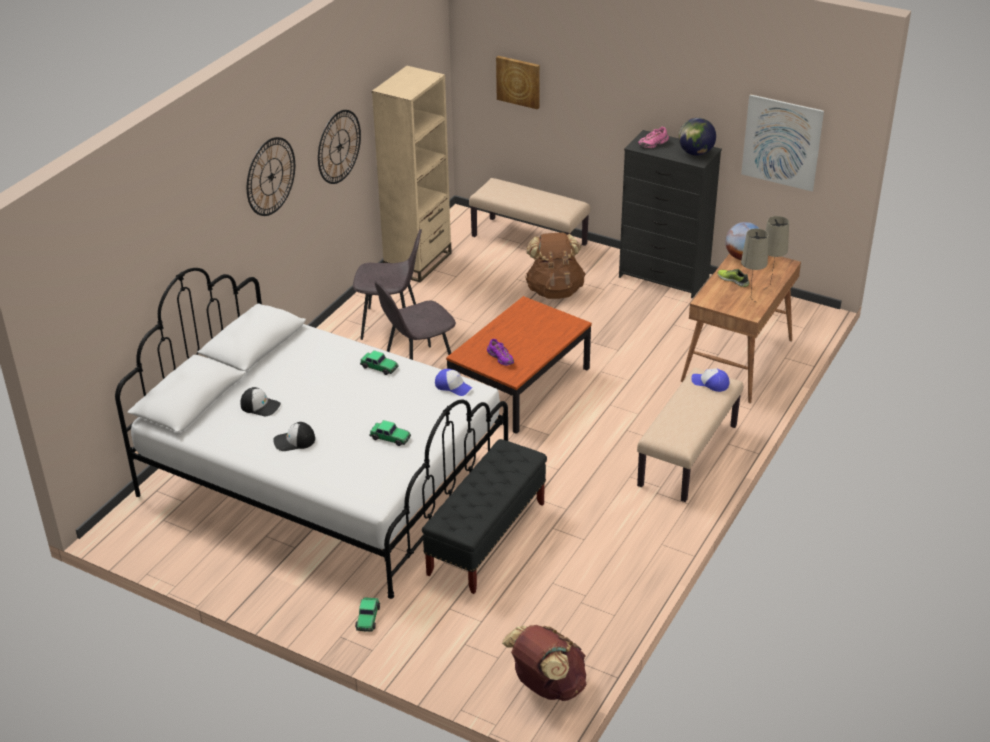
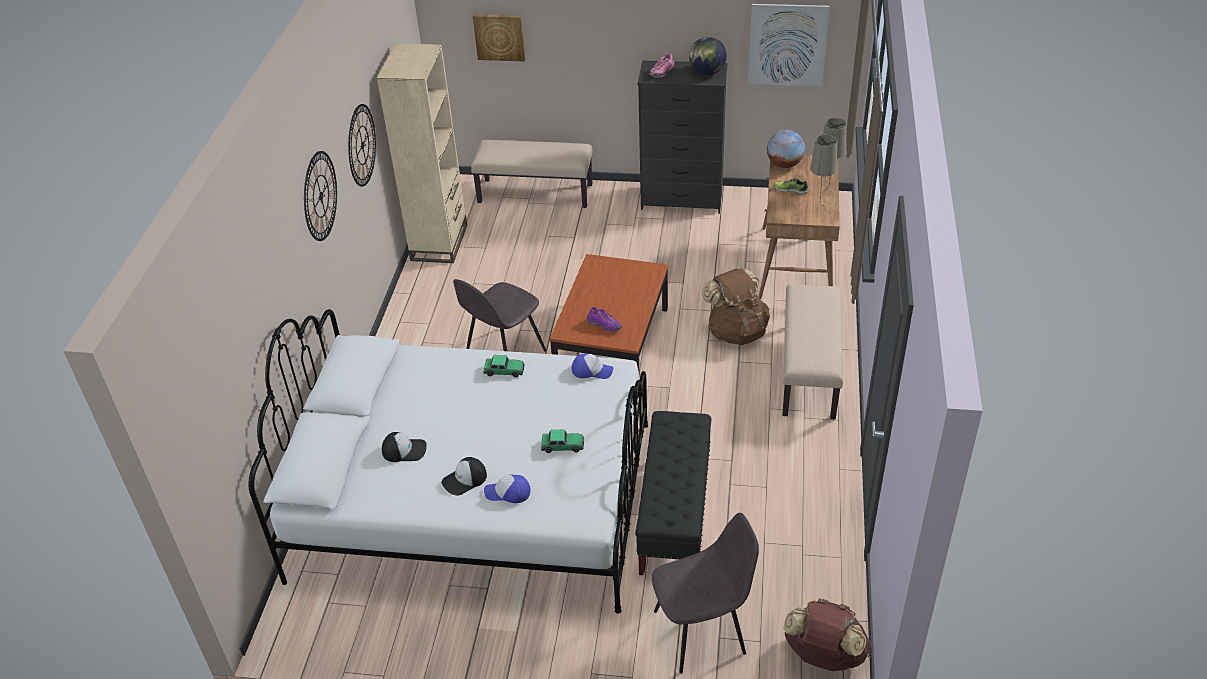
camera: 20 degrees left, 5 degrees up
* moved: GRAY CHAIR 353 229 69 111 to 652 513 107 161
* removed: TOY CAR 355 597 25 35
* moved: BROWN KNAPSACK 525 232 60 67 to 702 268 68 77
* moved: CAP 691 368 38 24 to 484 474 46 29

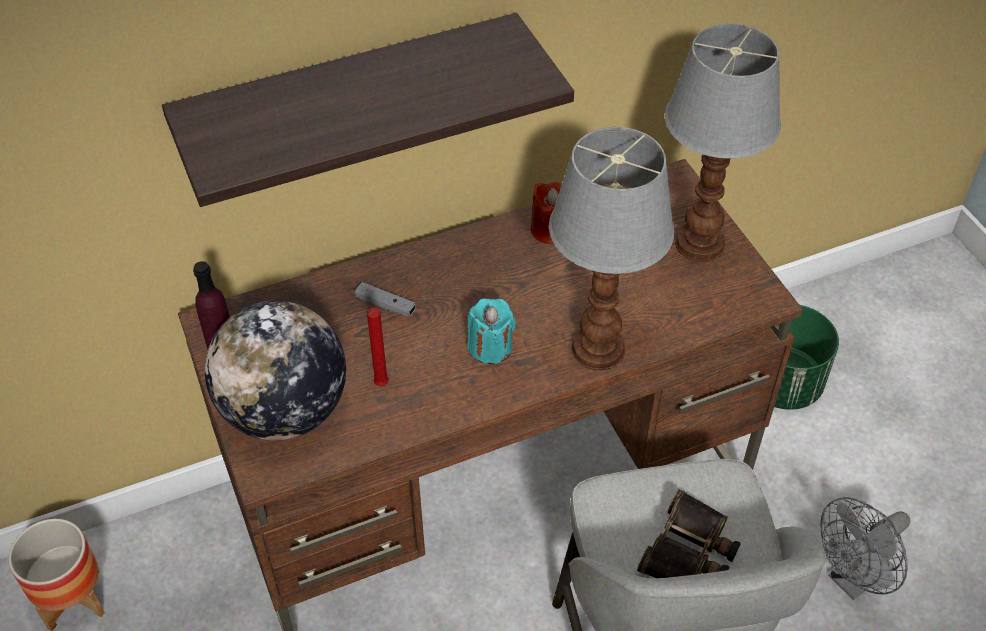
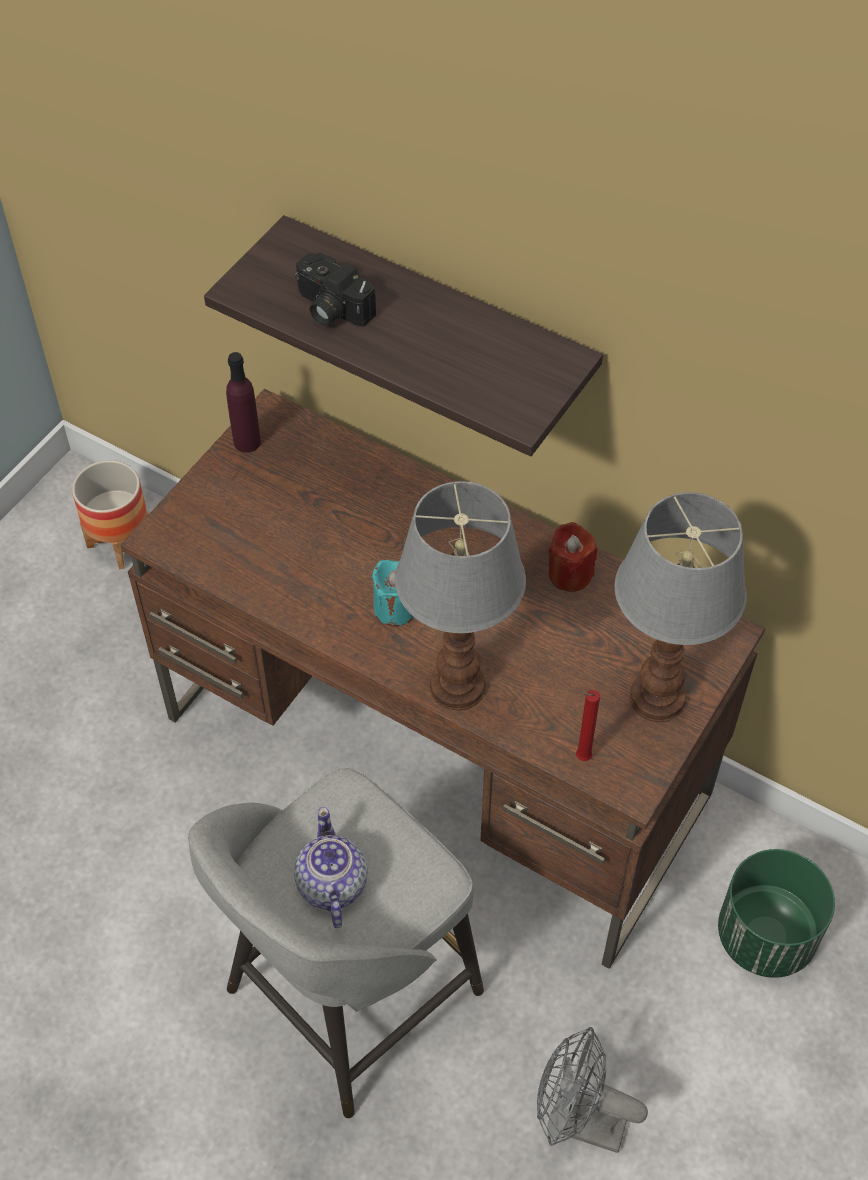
camera: 55 degrees right, 5 degrees up
* removed: DESK GLOBE 205 301 141 139
* removed: GRAY JOYPAD 355 282 61 35
* moved: RED WAX LIGHT 367 308 22 78 to 576 690 24 71
* replaced: PAIR OF BINOCULARS 637 489 104 89 to TEAPOT 294 807 74 121
* added: PHOTO CAMERA 294 253 82 74

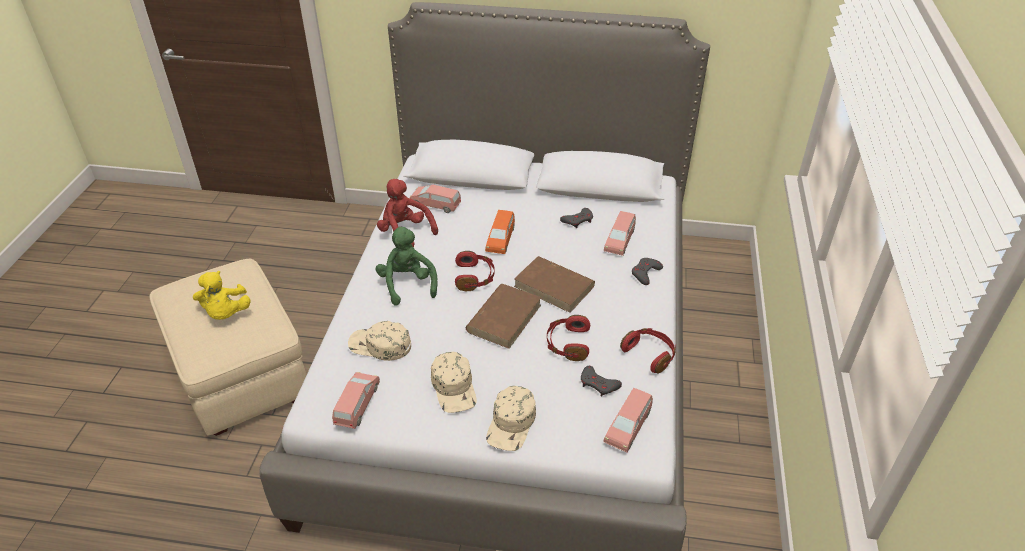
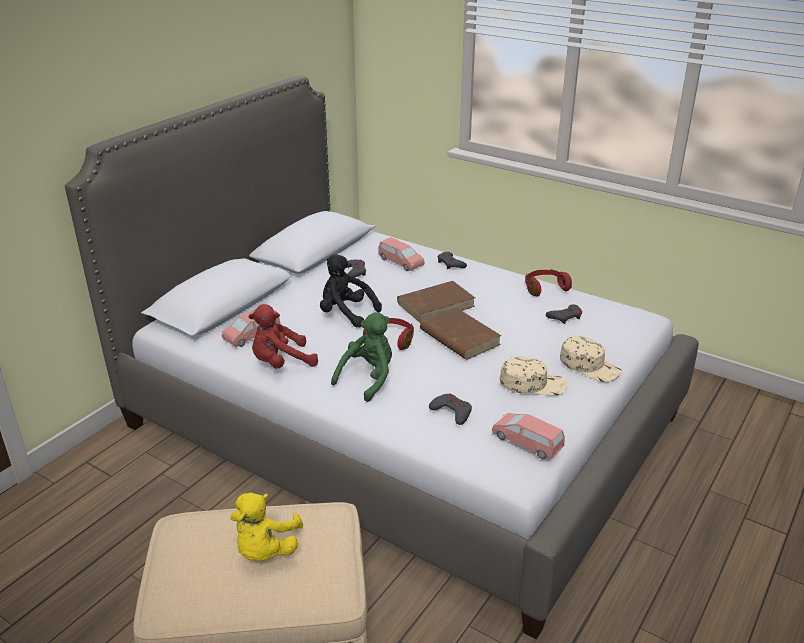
camera: 65 degrees left, 10 degrees down
* turned: YELLOW CUDDLY TOY 193 271 58 49 = 230 492 73 69 90 degrees clockwise
* replaced: BEIGE CAP 348 321 63 40 to GRAY JOYPAD 429 393 43 32
* turned: GREEN-COLOURED CUDDLY TOY 376 227 62 79 = 331 312 61 90 120 degrees clockwise
* replaced: ORANGE-COLOURED TOY CAR 485 210 30 44 to BLACK CUDDLY TOY 320 254 62 74
* removed: RED HEADSET 547 315 43 46
* removed: PINK TOY CAR 604 388 49 64

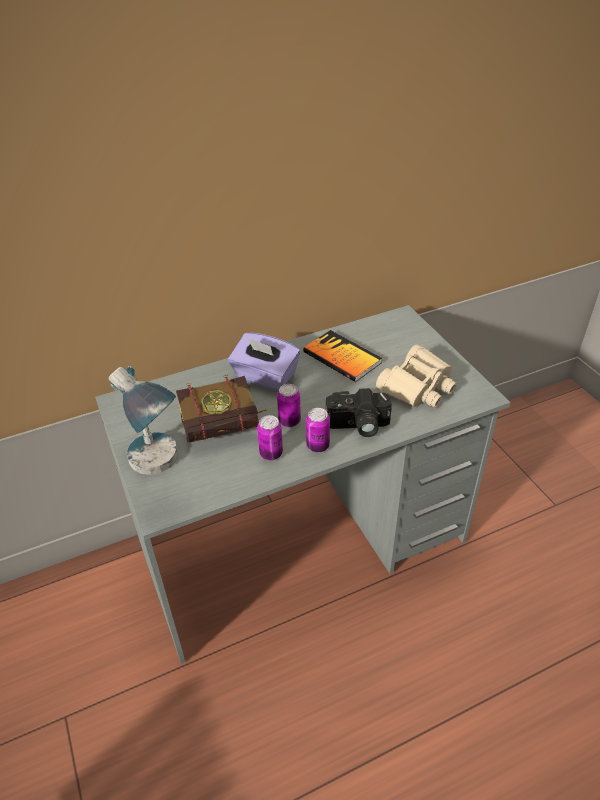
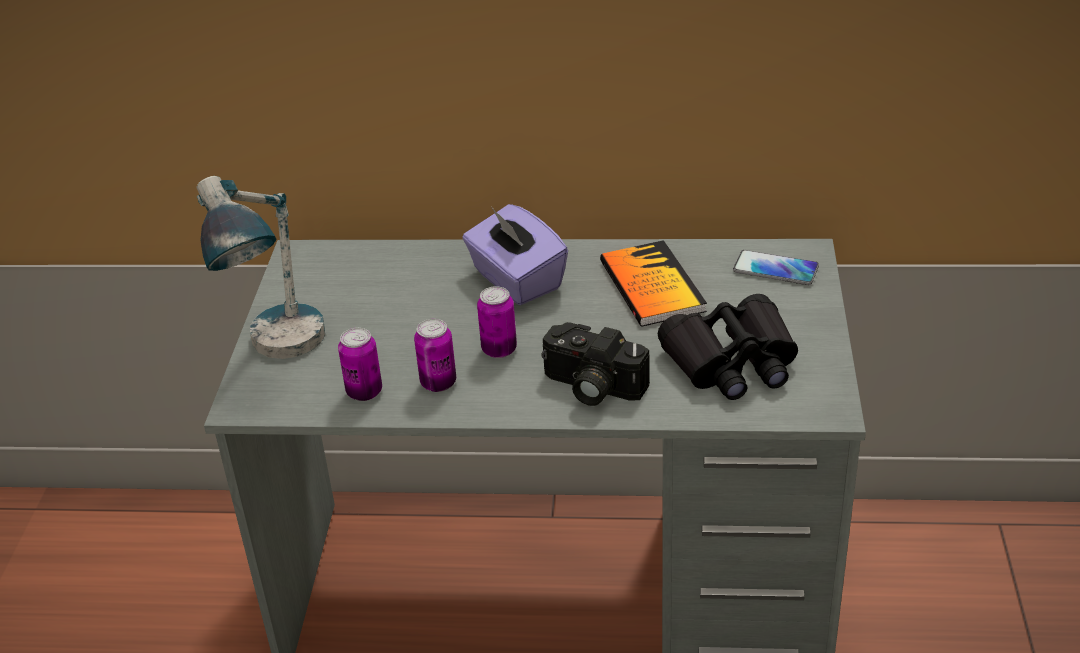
camera: 30 degrees right, 5 degrees down
* removed: BOUND BOOK 176 375 92 68
* moved: SEALED CAN 306 408 24 44 to 338 328 44 73
* recoloured: BEIGE PAIR OF BINOCULARS 376 345 81 63 to BLACK PAIR OF BINOCULARS 658 294 140 106
* added: TELEPHONE 733 250 86 35

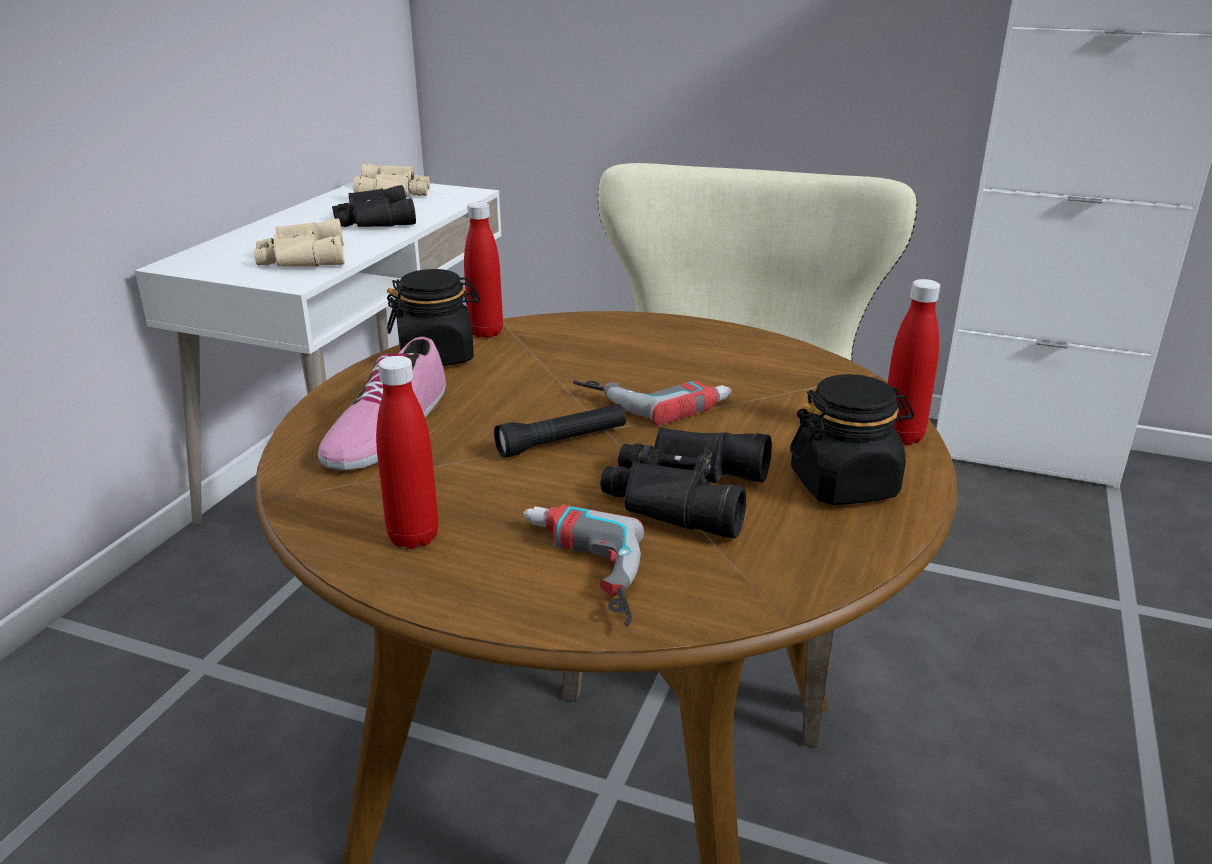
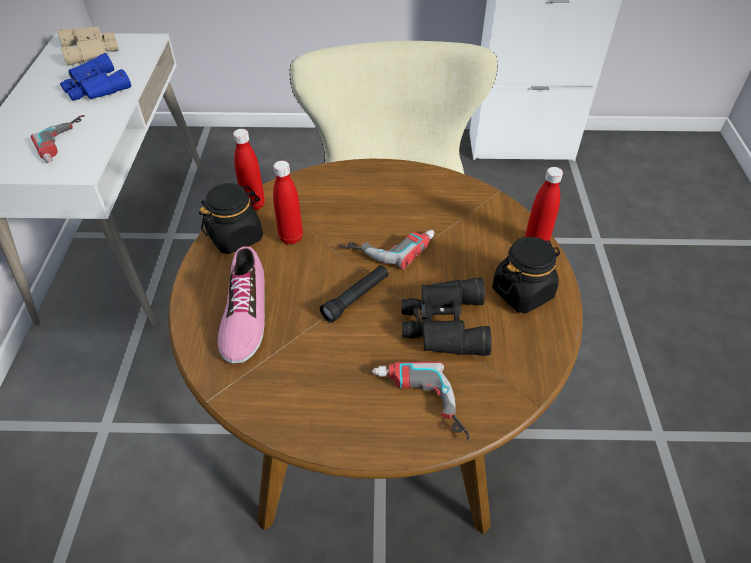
camera: 20 degrees left, 20 degrees up
* replaced: BEIGE PAIR OF BINOCULARS 254 218 91 49 to DRILL 31 115 54 48
* recoloured: BLACK PAIR OF BINOCULARS 332 185 84 42 to BLUE-COLOURED PAIR OF BINOCULARS 60 53 71 48
* moved: RED BEVERAGE BOTTLE 376 356 63 193 to 273 161 30 83

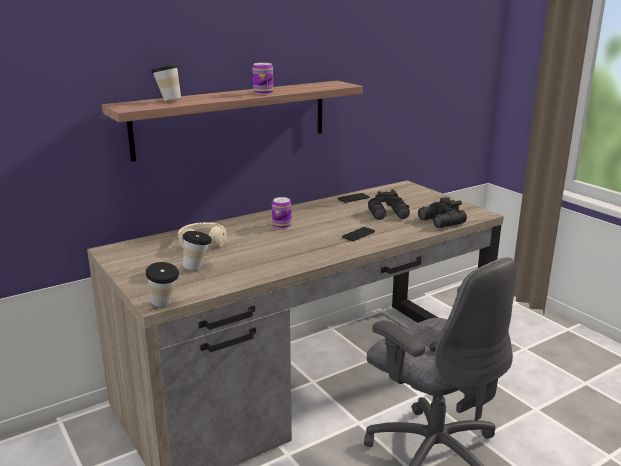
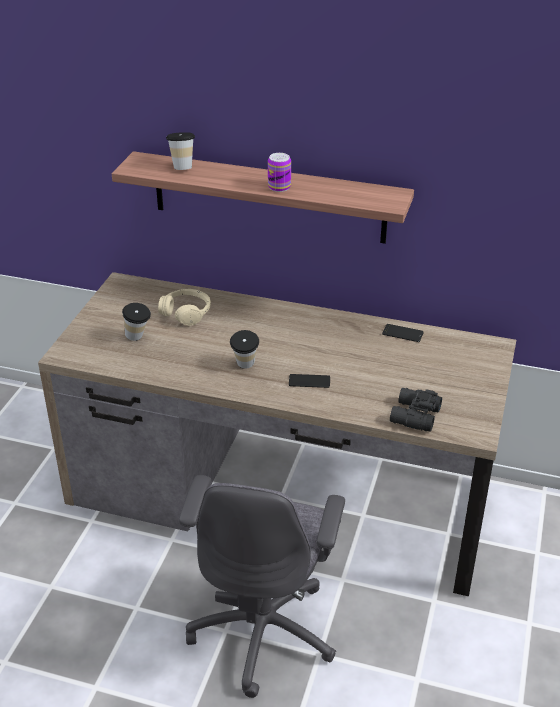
camera: 50 degrees right, 15 degrees up
* moved: SMALL CUP 145 262 34 45 to 230 330 29 39
* removed: SEALED CAN 272 197 20 32
* removed: BLACK PAIR OF BINOCULARS 368 189 42 31

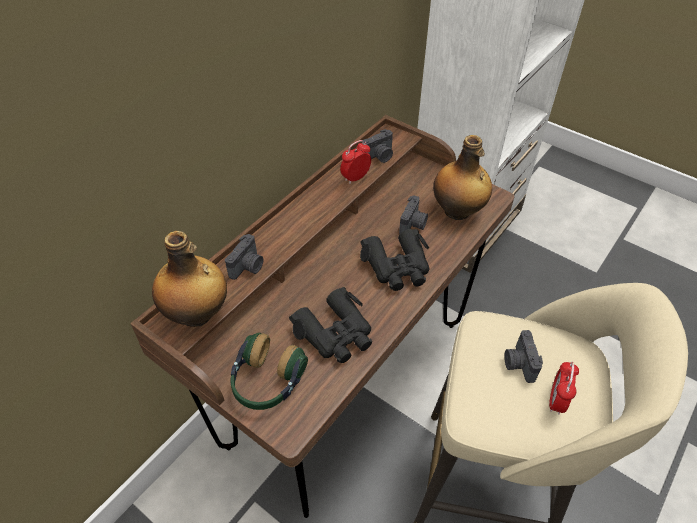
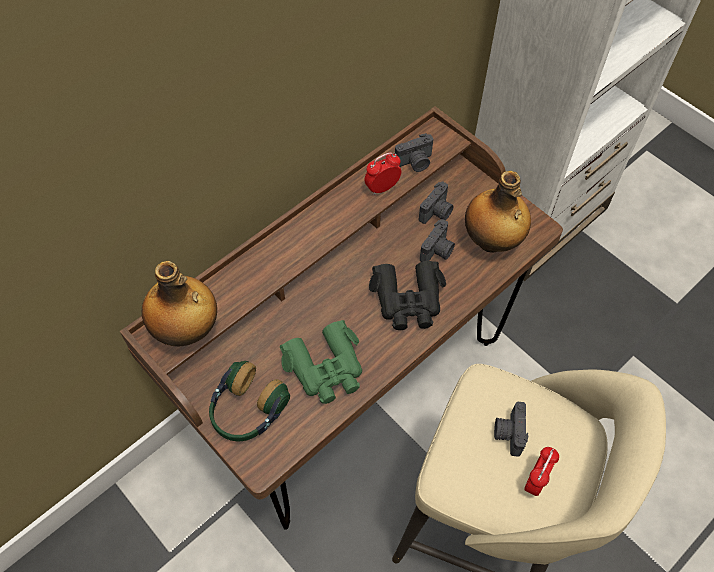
camera: 10 degrees right, 10 degrees up
* moved: PHOTO CAMERA 225 234 38 46 to 419 181 35 43
* recoloured: BLACK PAIR OF BINOCULARS 289 287 83 76 to GREEN-COLOURED PAIR OF BINOCULARS 280 320 82 84

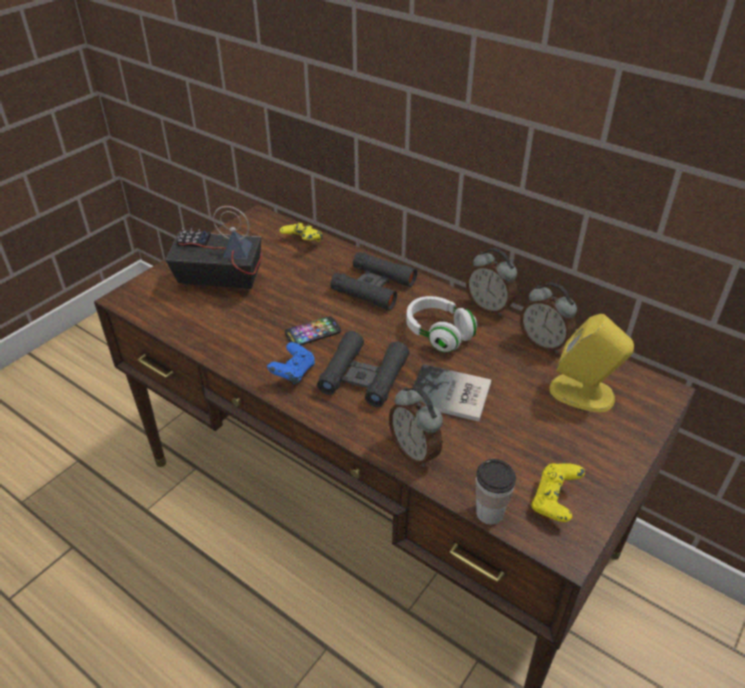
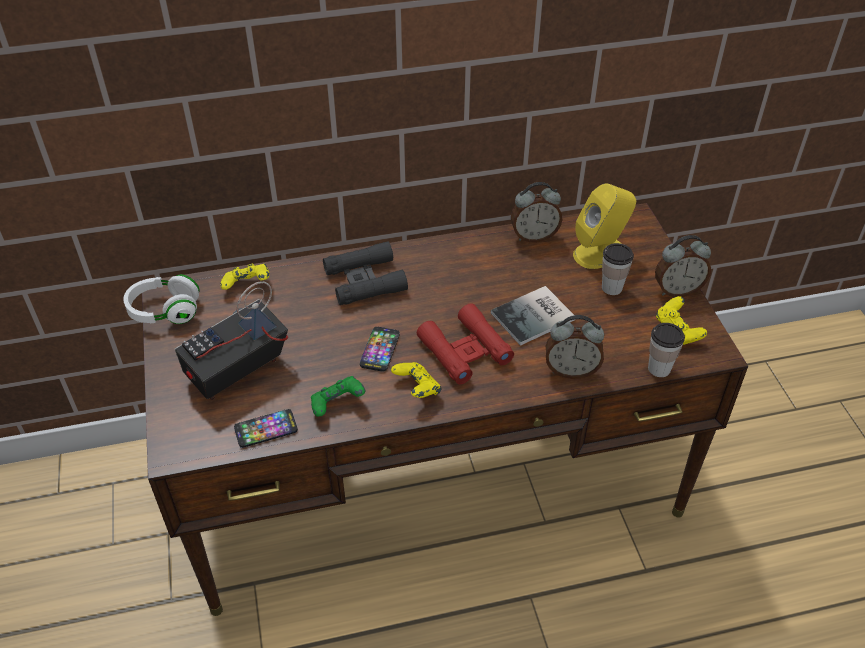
camera: 50 degrees left, 5 degrees up
* recoloured: BLUE-COLOURED JOYPAD 267 342 48 42 to YELLOW JOYPAD 391 362 51 36
* recoloured: BLACK PAIR OF BINOCULARS 317 331 92 76 to RED PAIR OF BINOCULARS 417 304 97 80
* moved: WHITE-COLOURED HEADSET 406 296 71 56 to 123 274 77 50
* moved: TABLE CLOCK 466 248 51 68 to 655 235 56 62
* added: TELEPHONE 234 409 64 39
* added: GREEN-COLOURED JOYPAD 311 376 55 41
* added: SMALL CUP 602 243 32 52

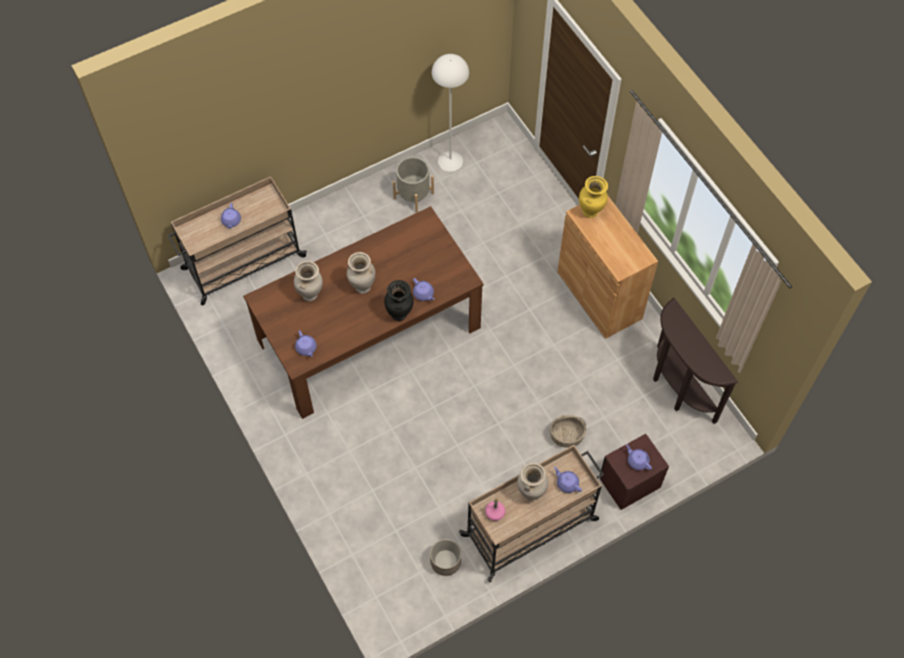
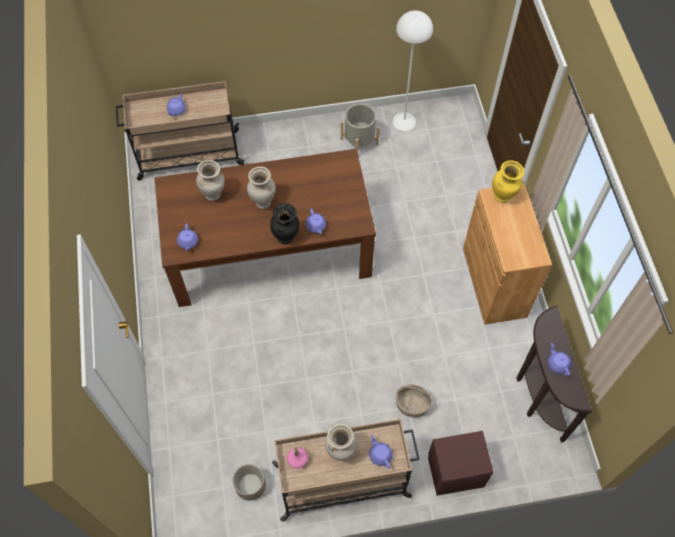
camera: 20 degrees right, 0 degrees up
* moved: PURPLE-COLOURED TEAPOT 626 444 26 26 to 548 343 23 33

